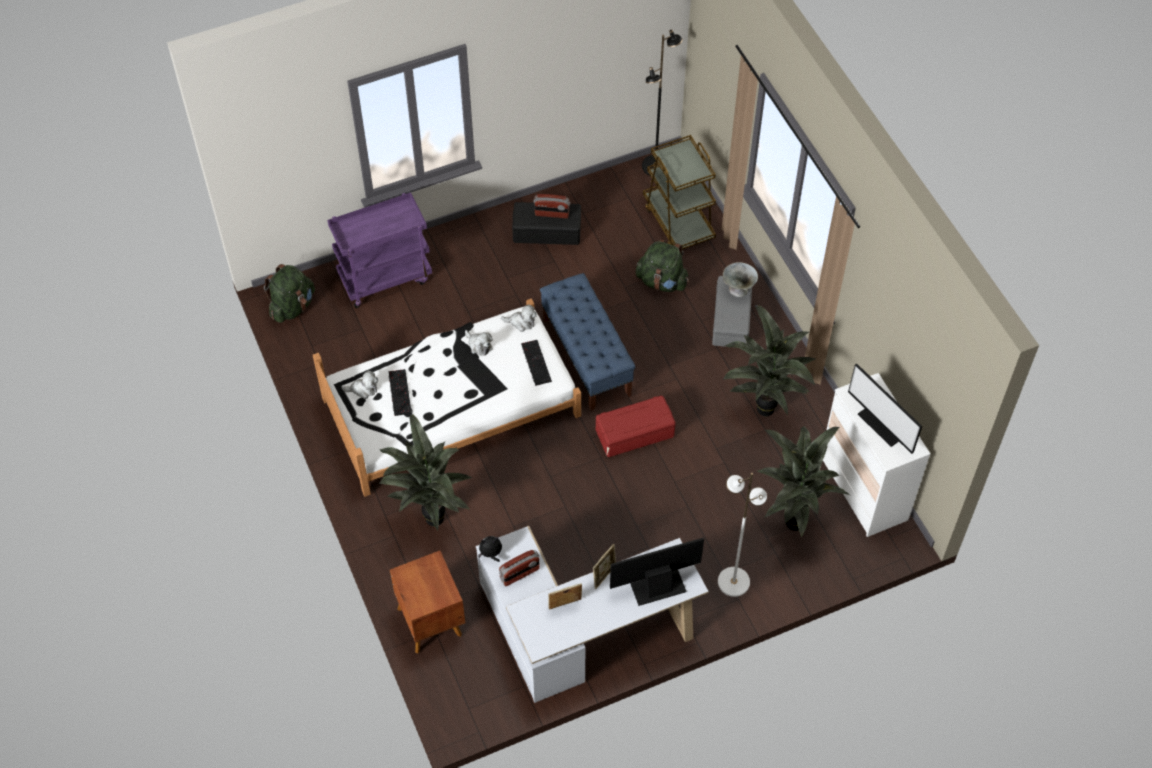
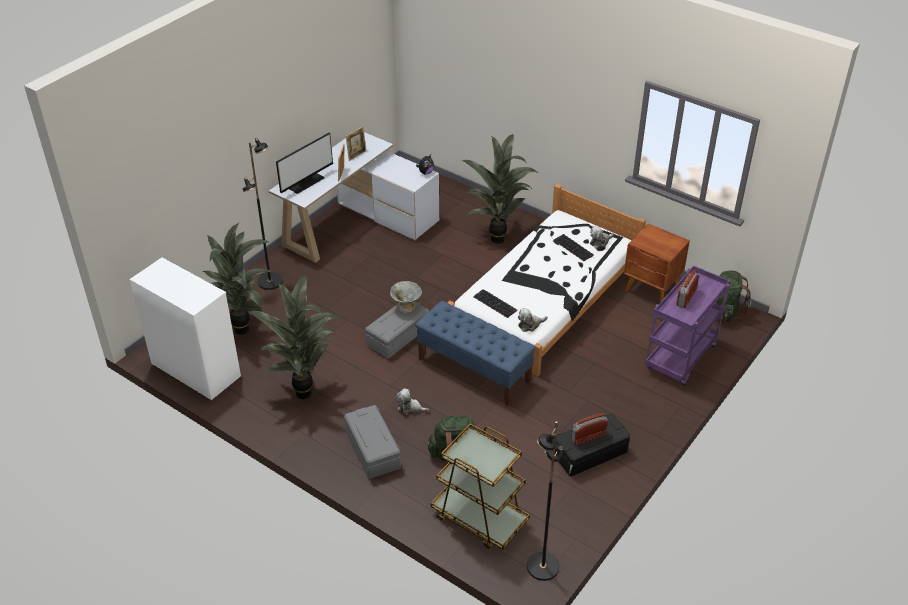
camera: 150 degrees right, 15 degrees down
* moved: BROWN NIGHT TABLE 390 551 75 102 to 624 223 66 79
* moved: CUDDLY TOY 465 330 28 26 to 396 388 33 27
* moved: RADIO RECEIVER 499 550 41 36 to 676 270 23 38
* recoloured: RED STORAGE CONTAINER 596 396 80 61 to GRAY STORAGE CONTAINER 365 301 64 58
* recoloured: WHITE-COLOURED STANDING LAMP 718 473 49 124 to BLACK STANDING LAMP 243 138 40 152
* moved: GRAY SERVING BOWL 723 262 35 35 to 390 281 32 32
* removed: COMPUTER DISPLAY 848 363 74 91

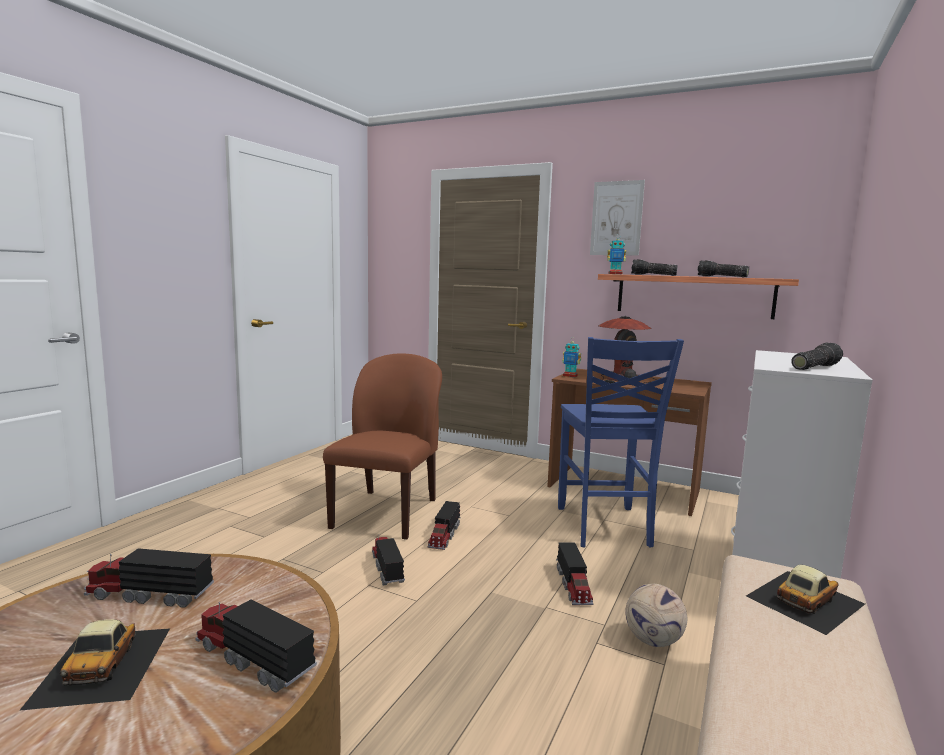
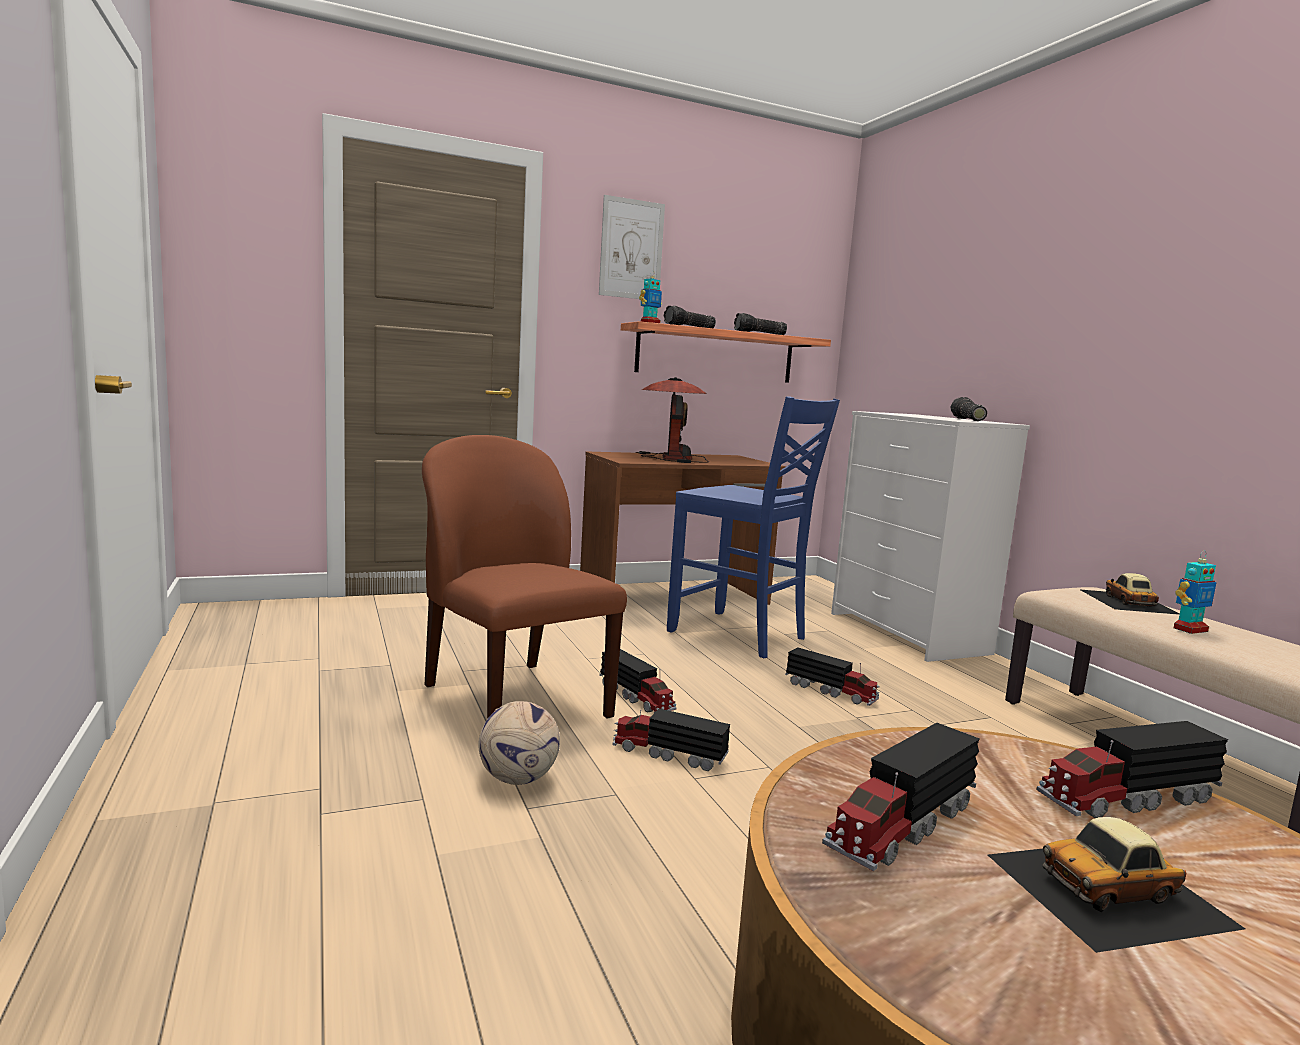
camera: 50 degrees left, 0 degrees up
* turned: TOY CAR 19 619 151 92 = 988 817 257 136 135 degrees clockwise
* moved: TOY ROBOT 562 340 19 37 to 1174 551 42 83
* moved: FOOTBALL 625 584 62 63 to 479 701 81 84

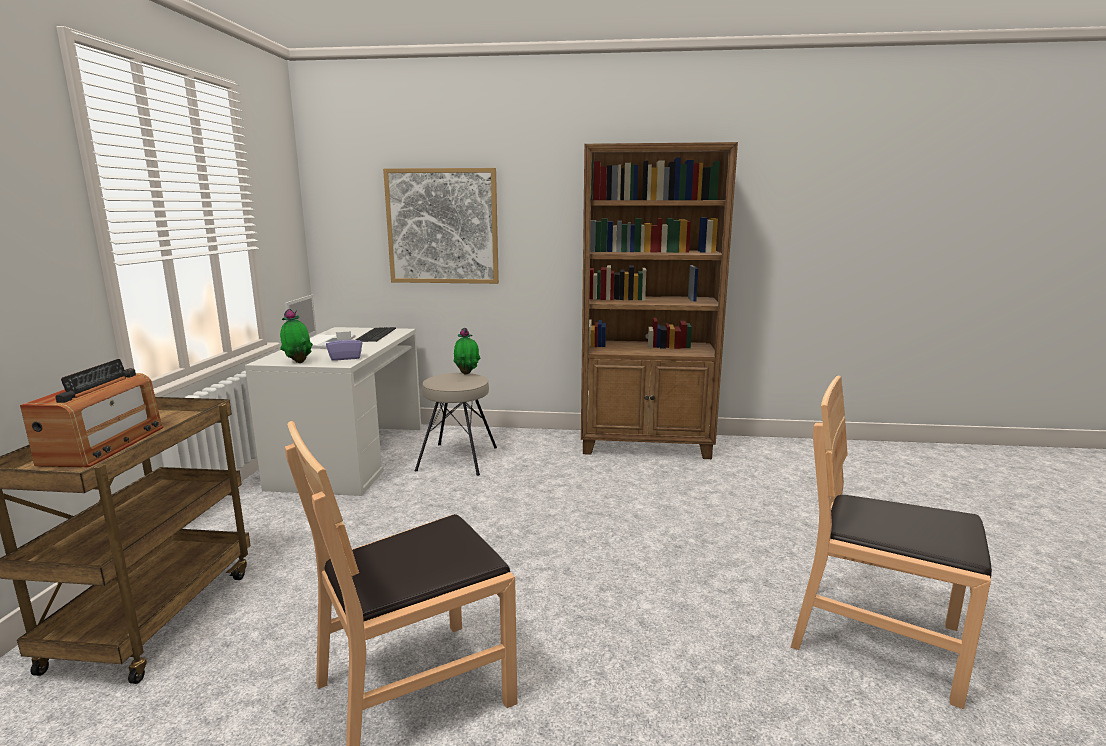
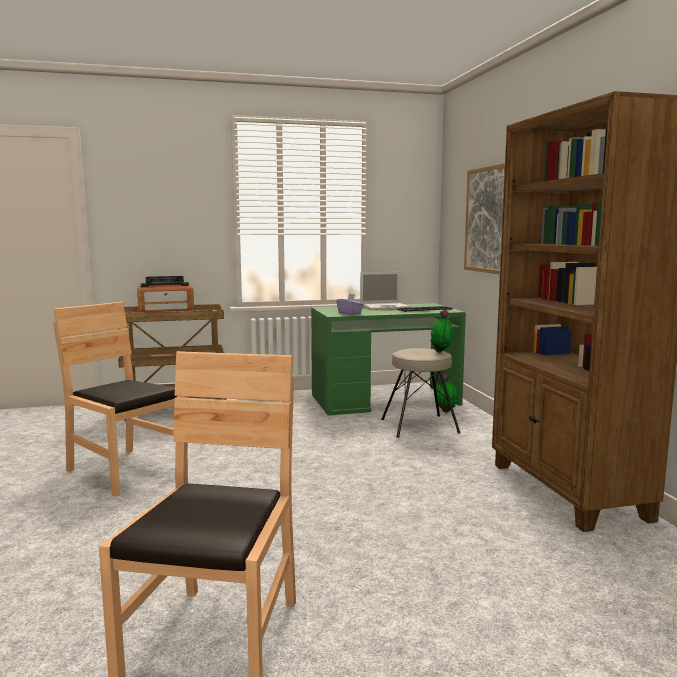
camera: 70 degrees right, 5 degrees down
* recoloured: WHITE-COLOURED DESK UNIT 245 327 176 169 to GREEN-COLOURED DESK UNIT 311 303 155 112
* moved: PLANT IN A POT 280 309 33 54 to 437 373 21 39

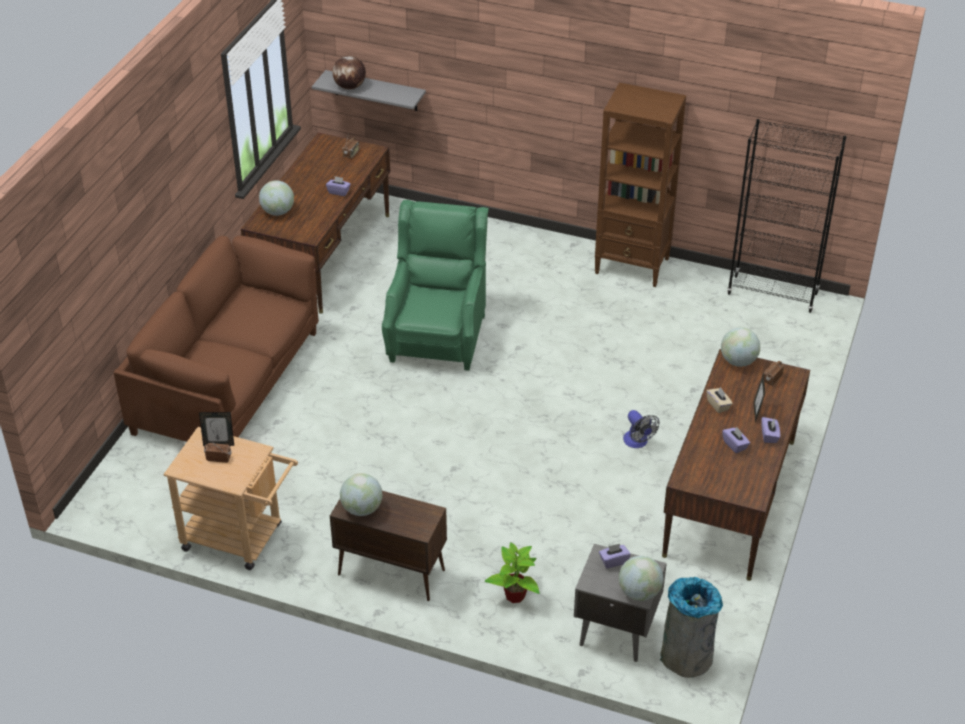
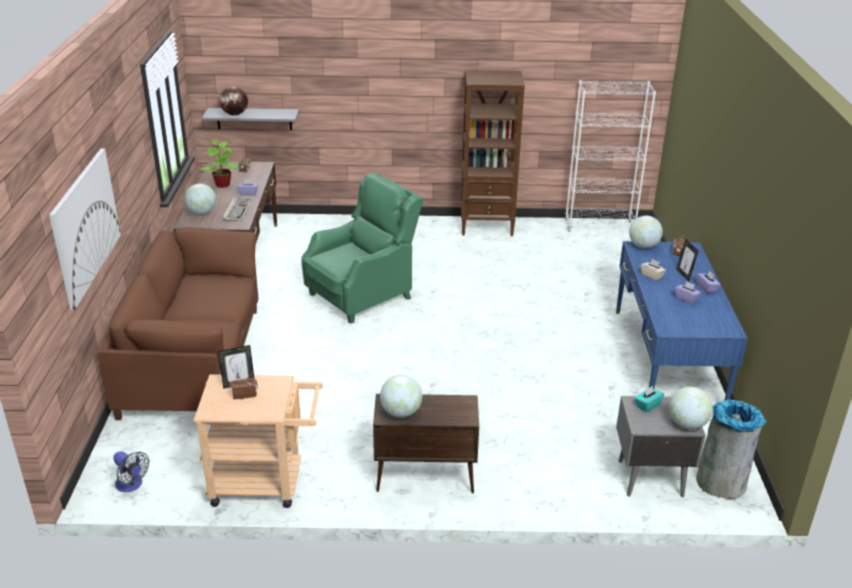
camera: 20 degrees left, 10 degrees down
* turned: GREEN-COLOURED EASY CHAIR 382 200 107 171 = 301 173 123 151 60 degrees clockwise
* moved: PLANT IN A POT 485 542 55 61 to 200 139 40 49
* recoloured: PURPLE-COLOURED TISSUE HOLDER 599 544 32 24 to TURQUOISE-COLOURED TISSUE HOLDER 635 386 29 26
* moved: COOLING FAN 623 410 37 38 to 113 451 36 41
* recoloured: BROWN DESK UNIT 662 349 148 232 to BLUE-COLOURED DESK UNIT 616 241 132 159
* recoloured: BLACK BOOKSHELF 727 119 119 194 to WHITE-COLOURED BOOKSHELF 565 80 91 152
* added: PICTURE 49 149 72 161
* added: KEYBOARD 222 198 31 23

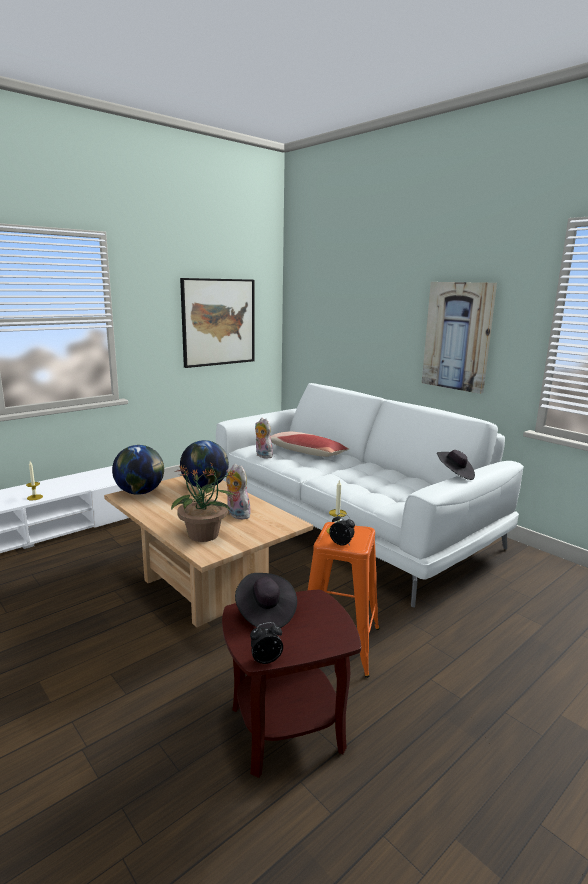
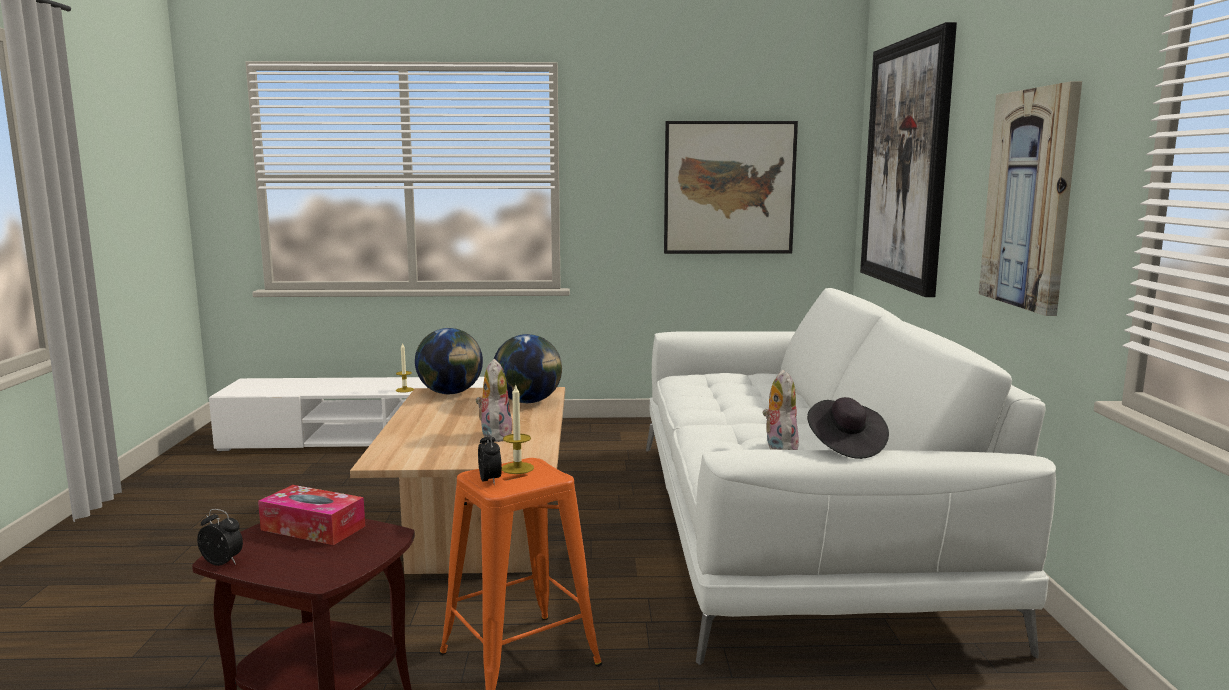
camera: 40 degrees right, 5 degrees down
* removed: PLANT IN A POT 171 463 66 79
* replaced: BLACK WEARABLE HAT 235 573 62 57 to TISSUE HOLDER 258 485 107 60
* moved: CUDDLY TOY 255 418 18 41 to 763 370 36 80
* removed: CUSHION 270 431 79 26
* added: PICTURE 860 22 97 275

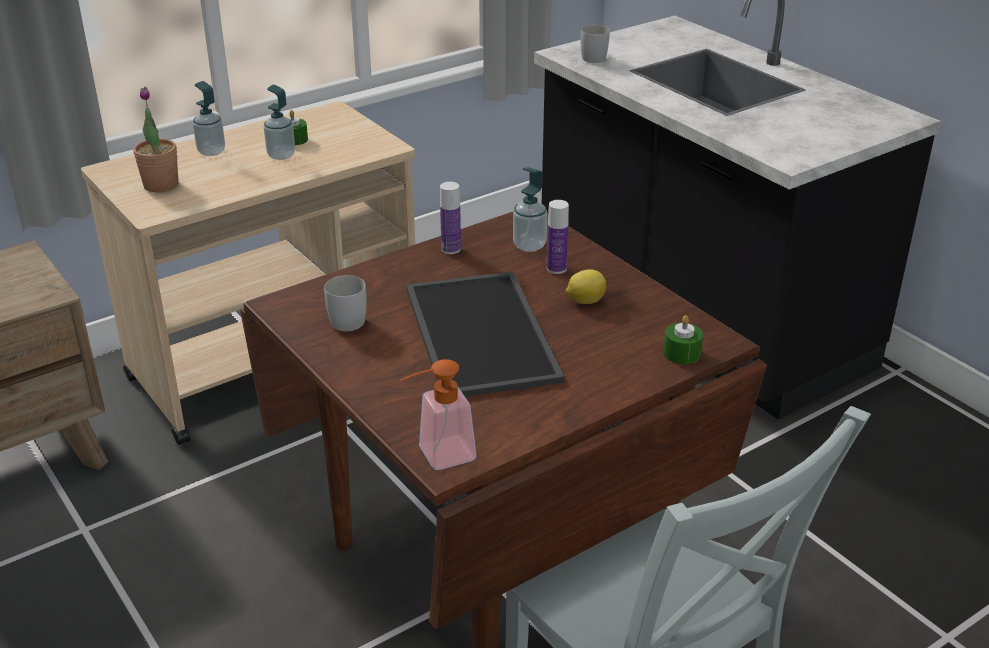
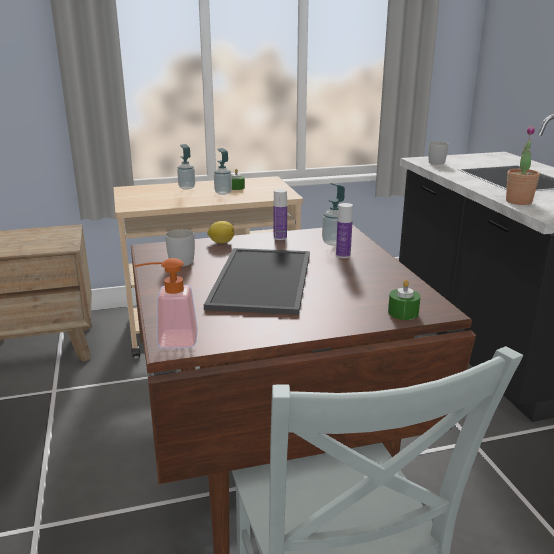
camera: 20 degrees right, 10 degrees down
* moved: PLANT IN A POT 133 87 46 105 to 506 125 34 80
* moved: LEMON 565 270 41 34 to 207 221 28 22

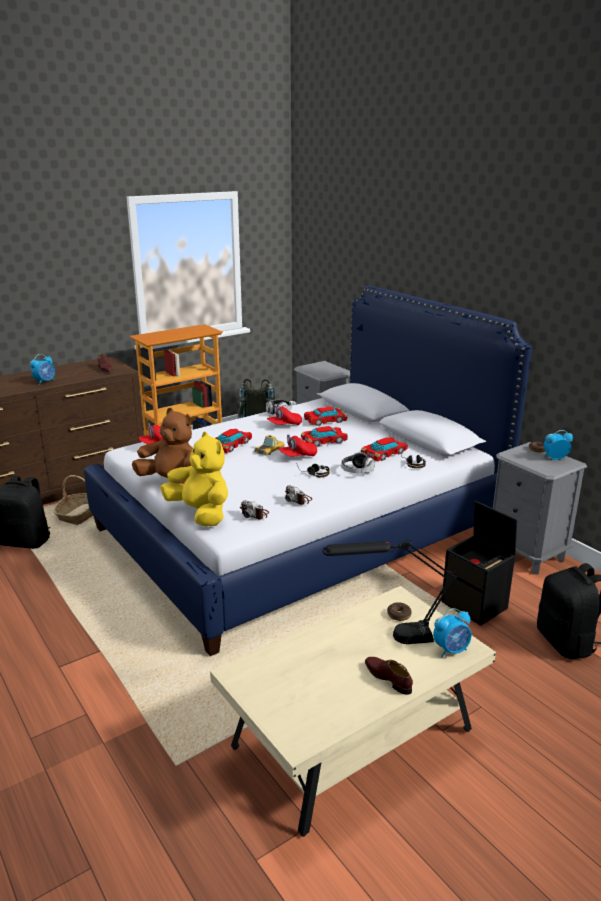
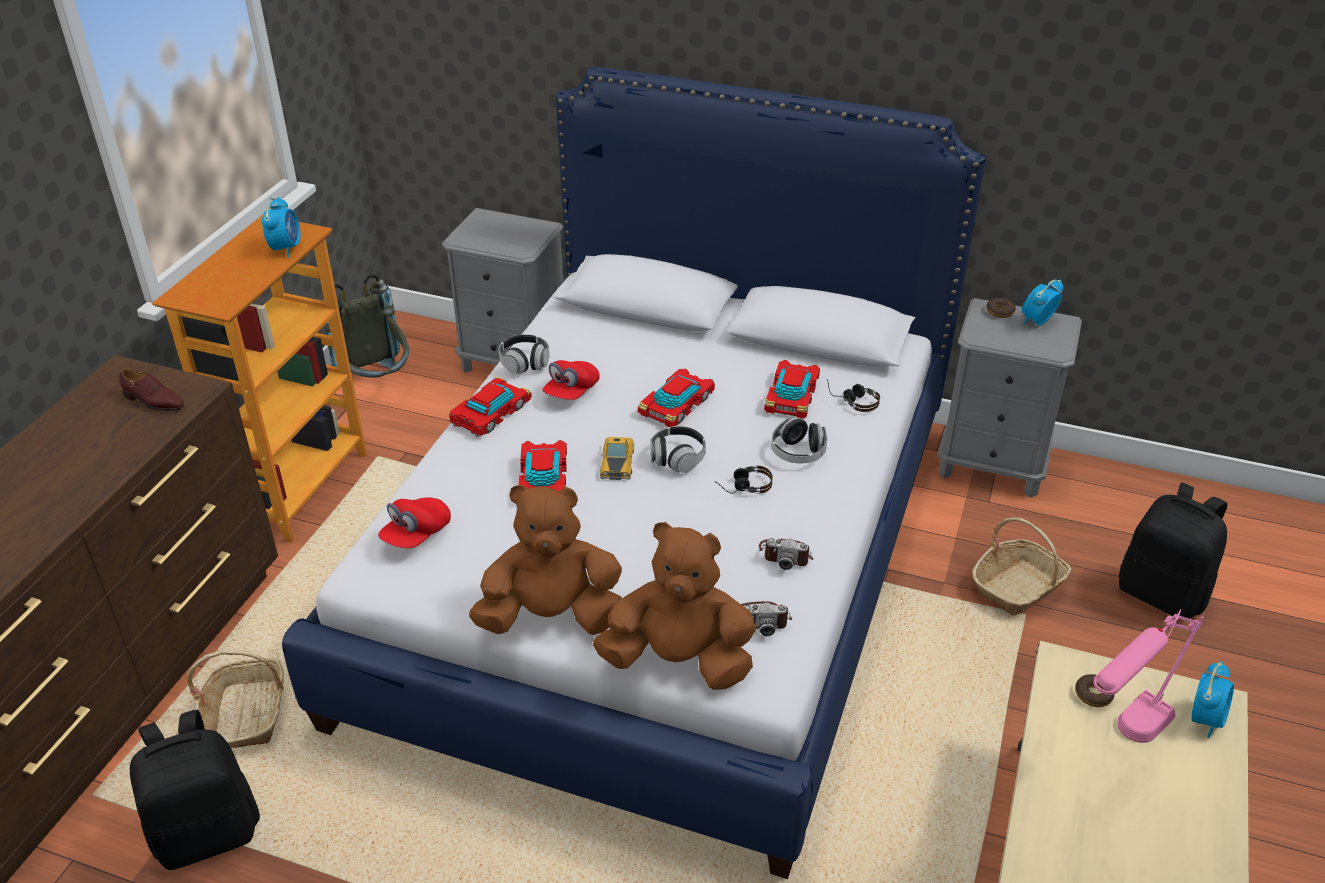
camera: 35 degrees left, 15 degrees up
* moved: TABLE CLOCK 30 354 25 31 to 262 197 39 61
* recoloured: YELLOW CUDDLY TOY 160 432 68 94 to BROWN CUDDLY TOY 593 522 163 168
* replaced: RED CAP 278 434 39 23 to HEADSET 651 426 55 47
* moved: TOY CAR 304 407 44 19 to 449 377 83 60
* recoloured: BLACK TABLETOP LAMP 323 540 135 104 to PINK TABLETOP LAMP 1093 609 111 134
* removed: BROWN ITEM OF FOOTWEAR 365 657 48 38
* replaced: BLACK STORAGE CONTAINER 441 501 76 125 to BASKET 972 517 100 98

